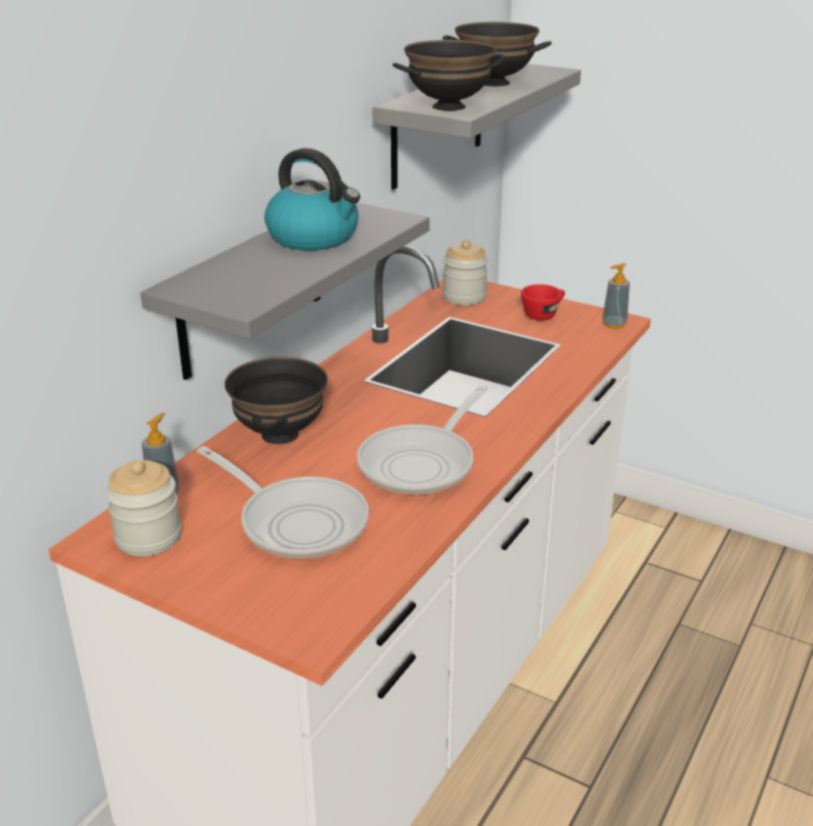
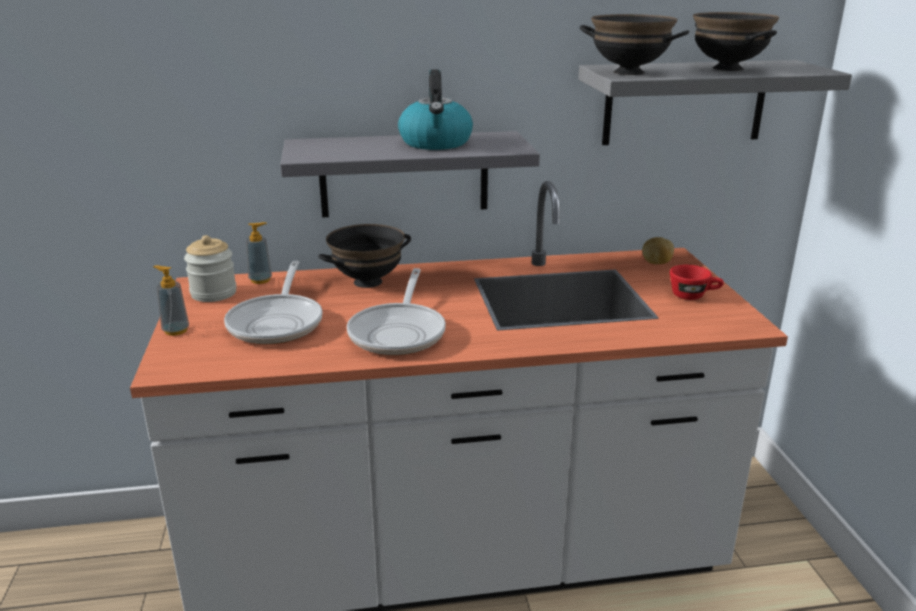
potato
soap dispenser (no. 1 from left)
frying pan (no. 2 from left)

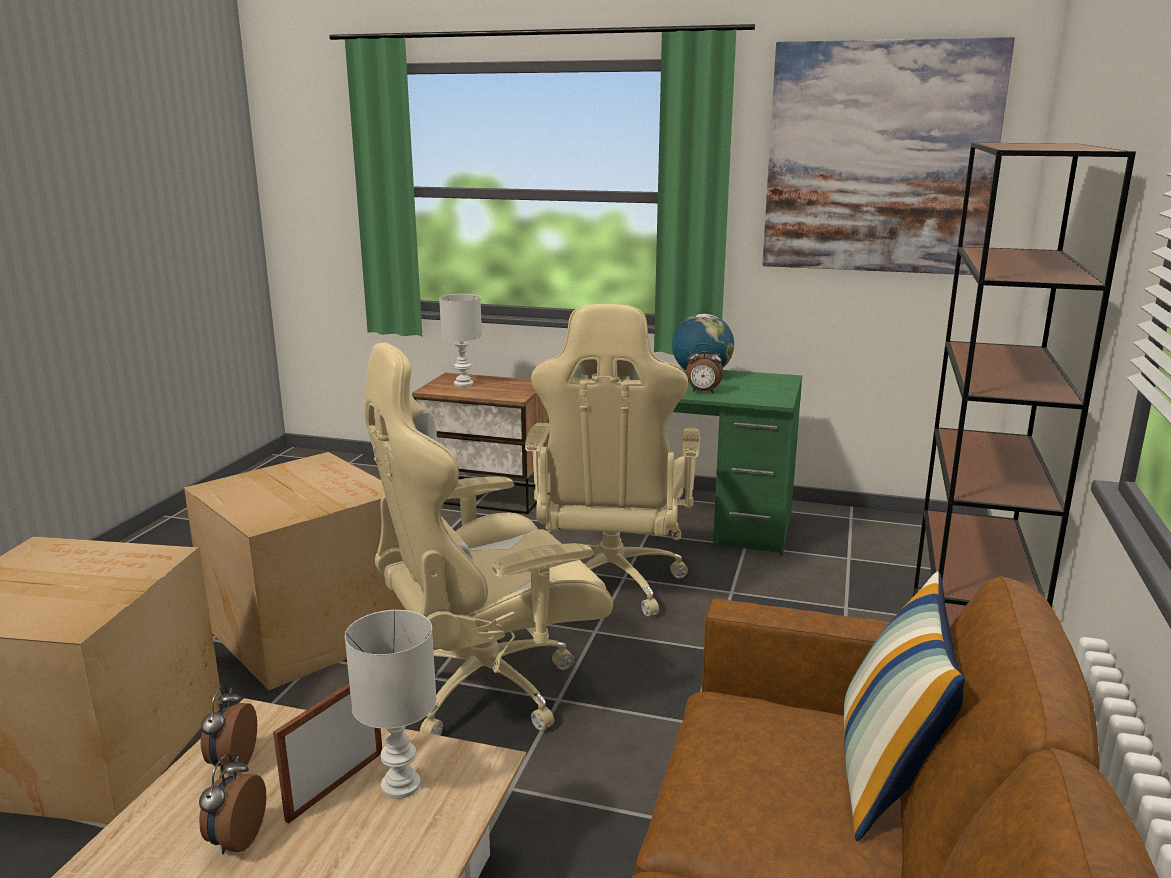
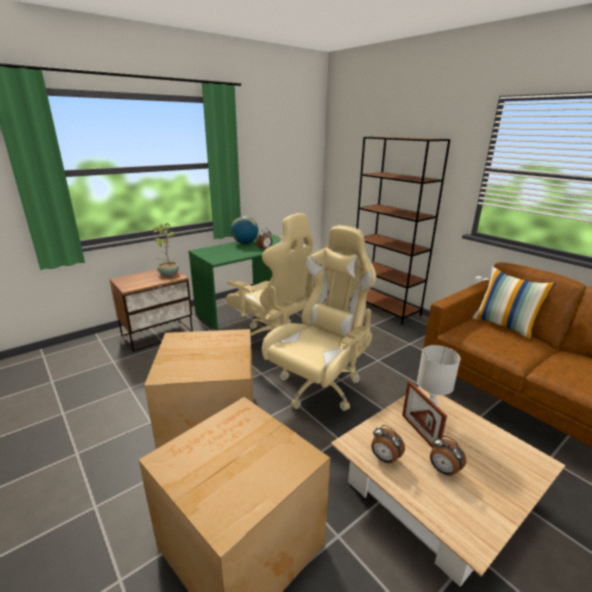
picture
table lamp/white (no. 2 from left in the first image)
office chair/beige (no. 2 from left)
potted plant

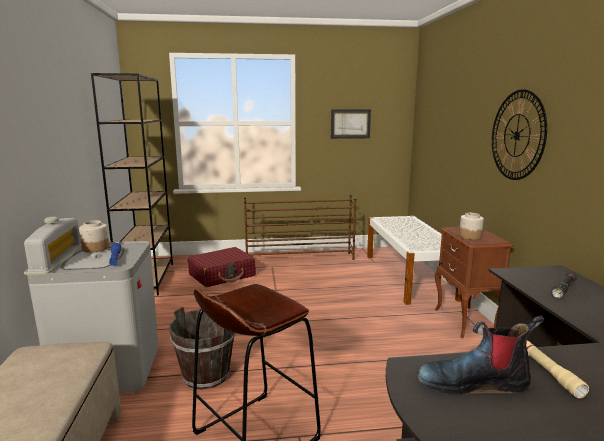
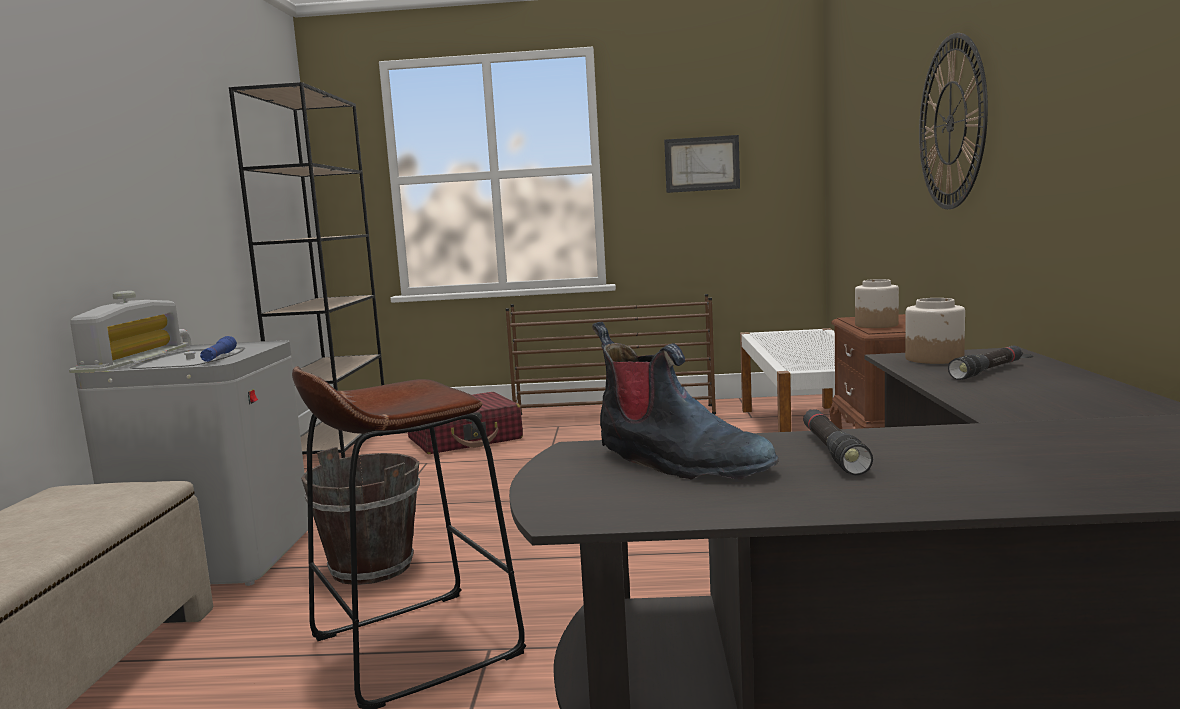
jar (no. 2 from left)
boot
flashlight/black (no. 1 from left)

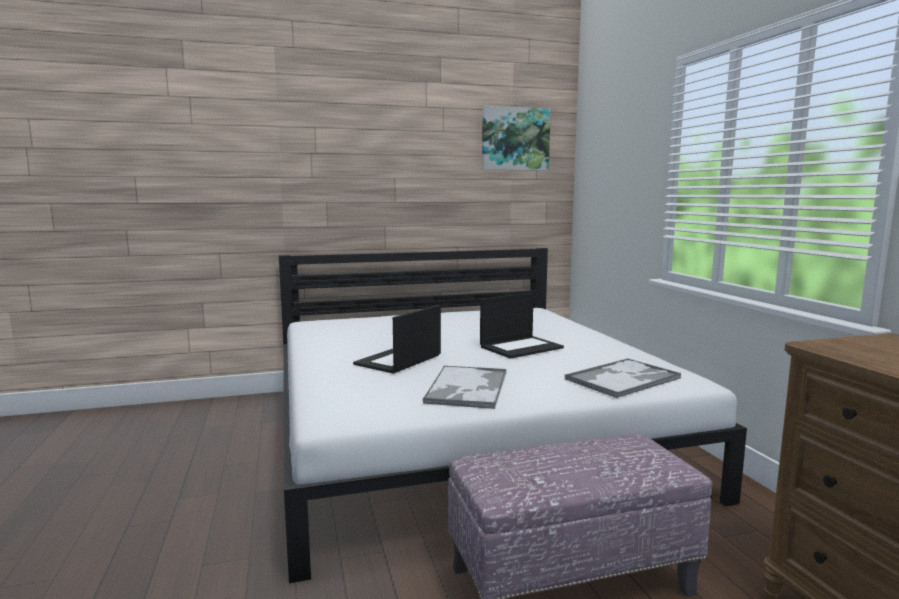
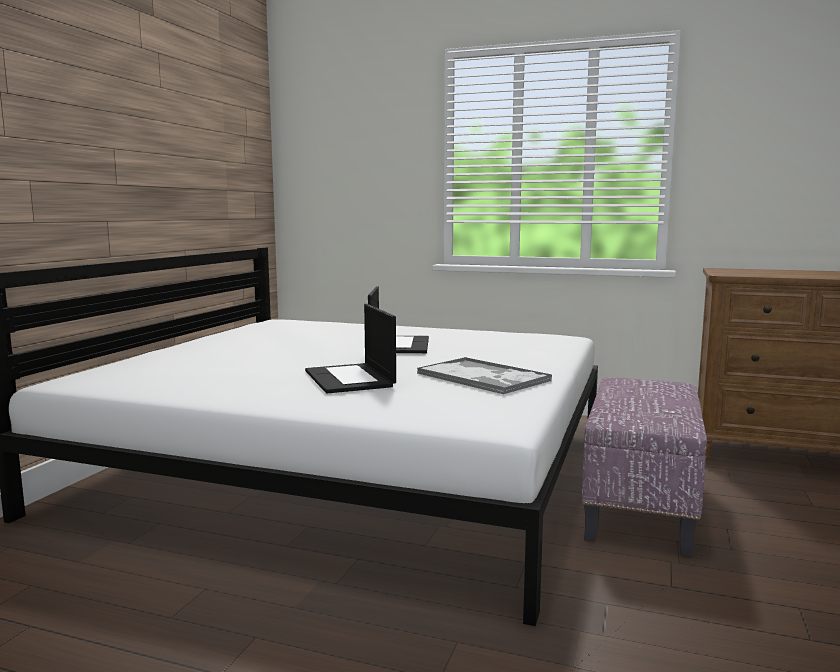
picture
tray (no. 2 from left in the first image)

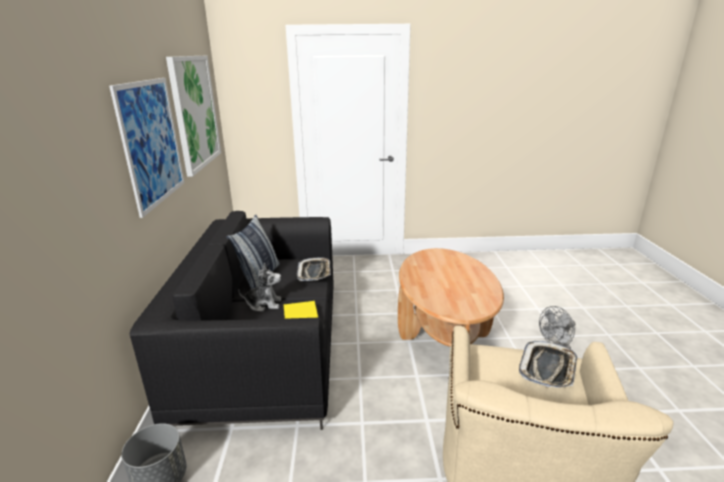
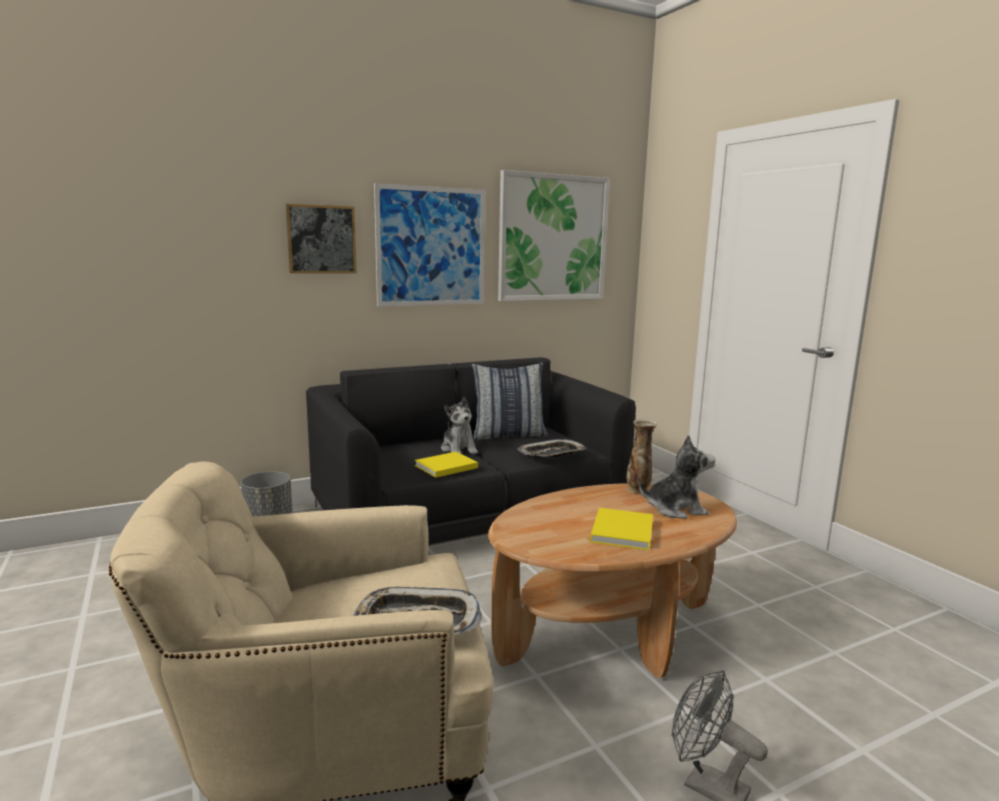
picture (no. 1 from left)
vase
plush toy (no. 2 from left)
book/yellow (no. 2 from left)

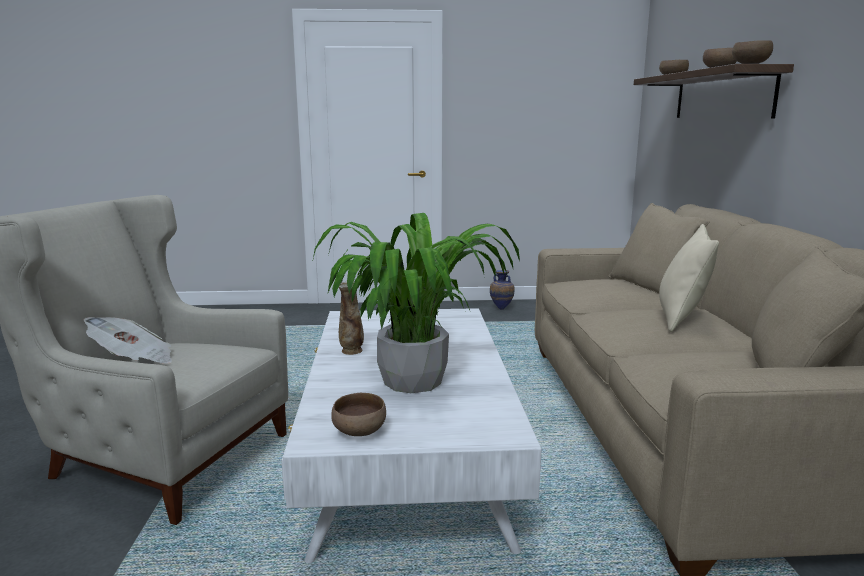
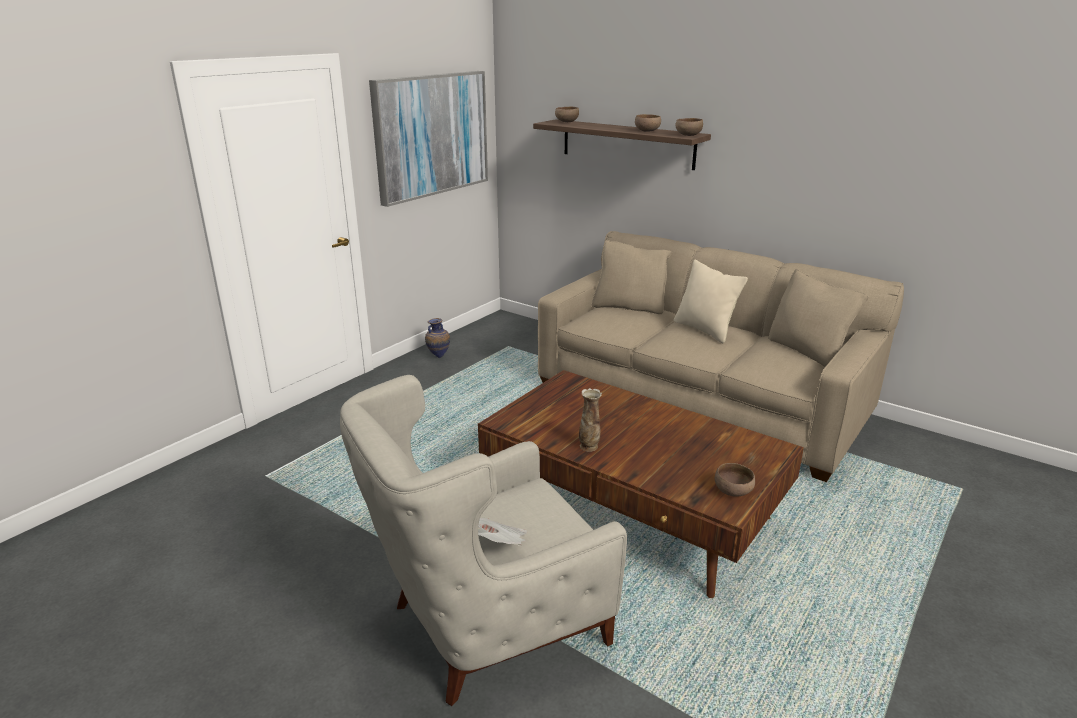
potted plant
coffee table/brown
picture

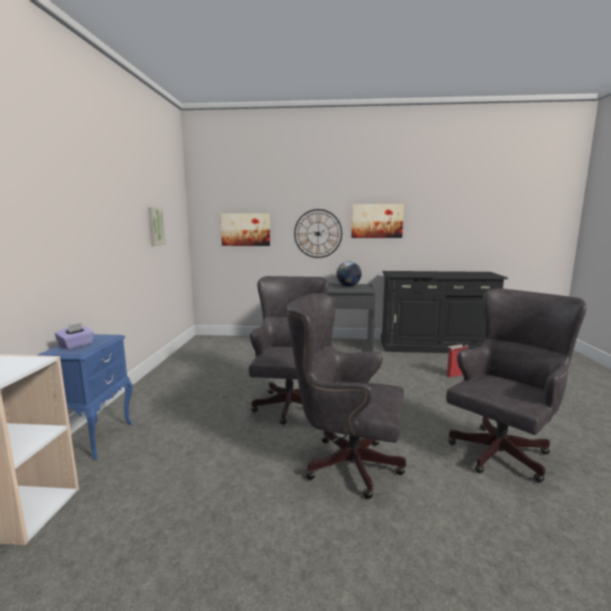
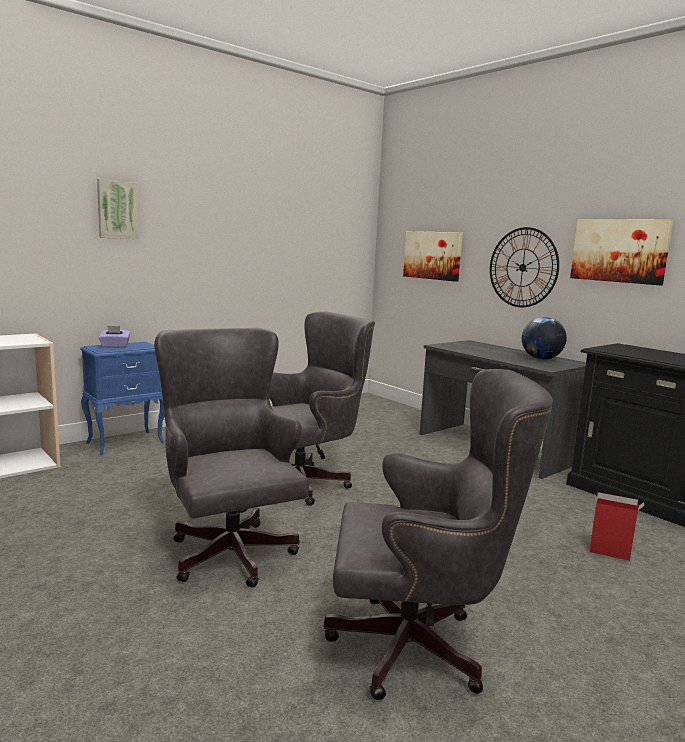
picture (no. 1 from left)

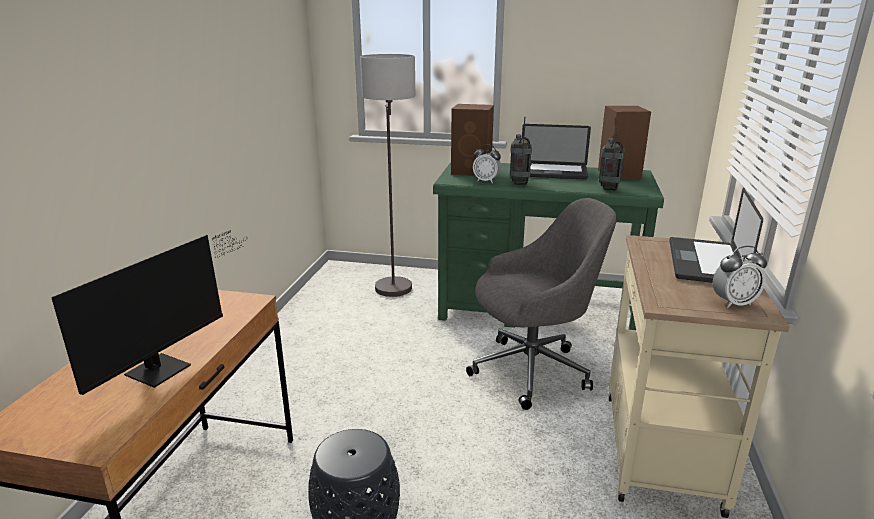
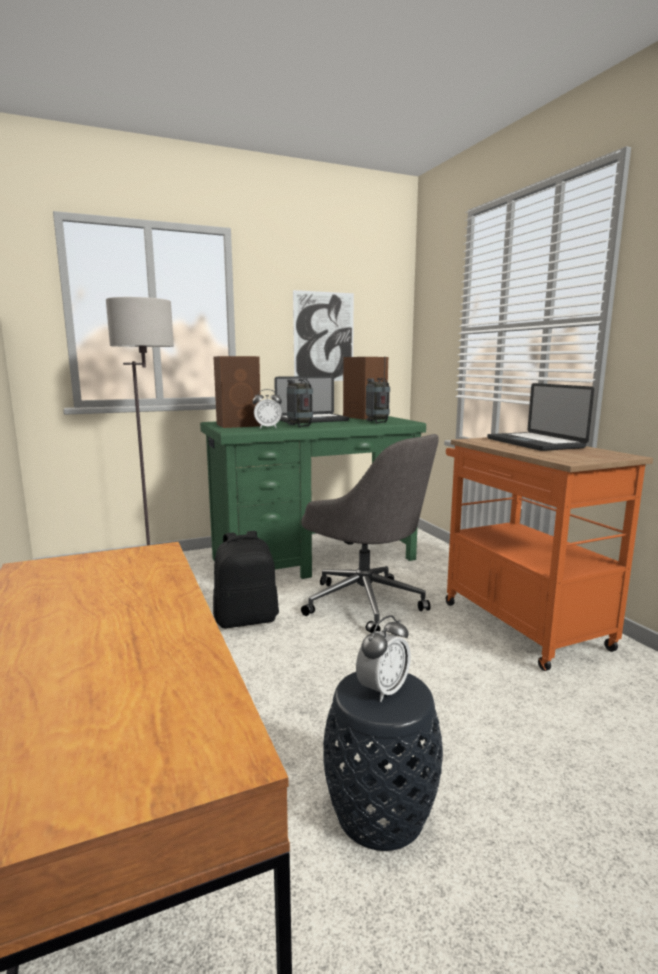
office chair/grey
monitor
cart/orange
alarm clock (no. 2 from left)
picture
backpack/black

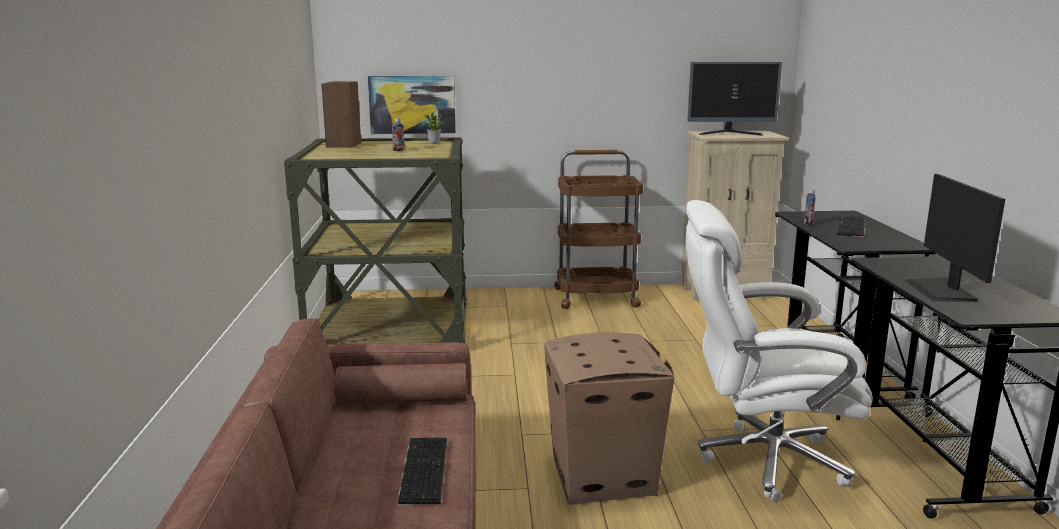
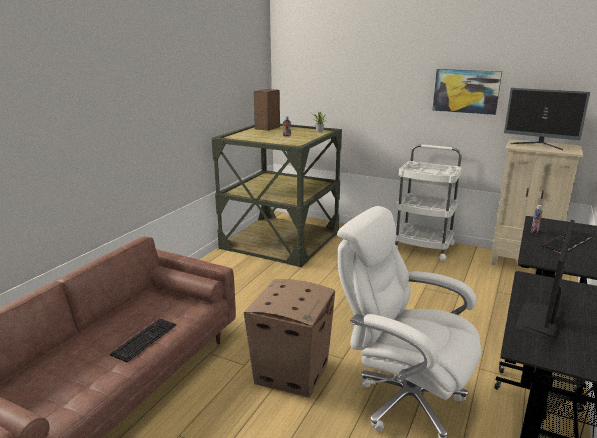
picture
cart/white

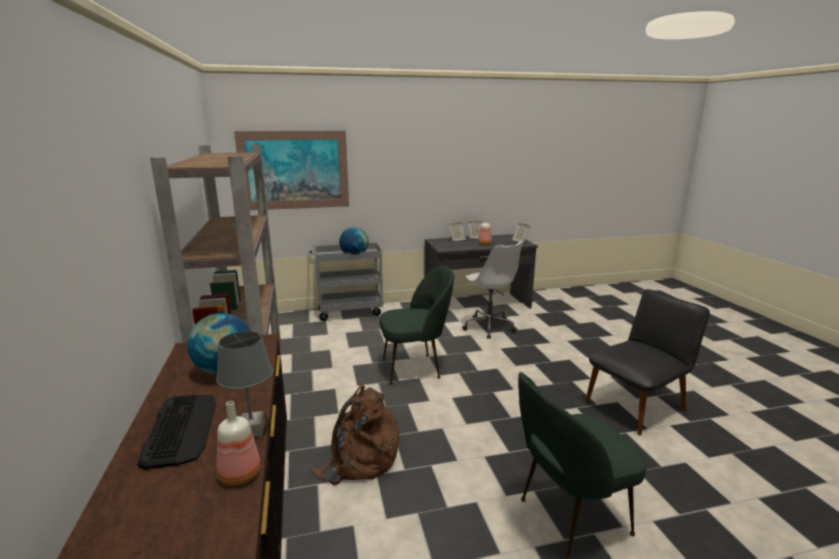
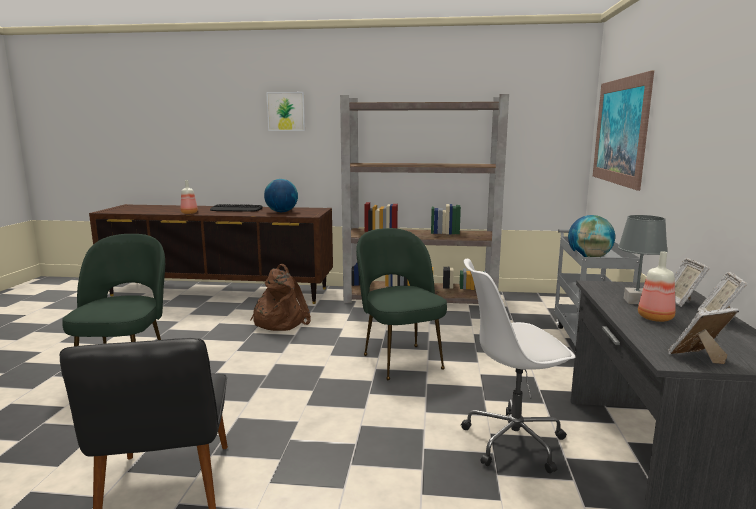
chair/green (no. 2 from left)
table lamp/grey
picture (no. 1 from left)

